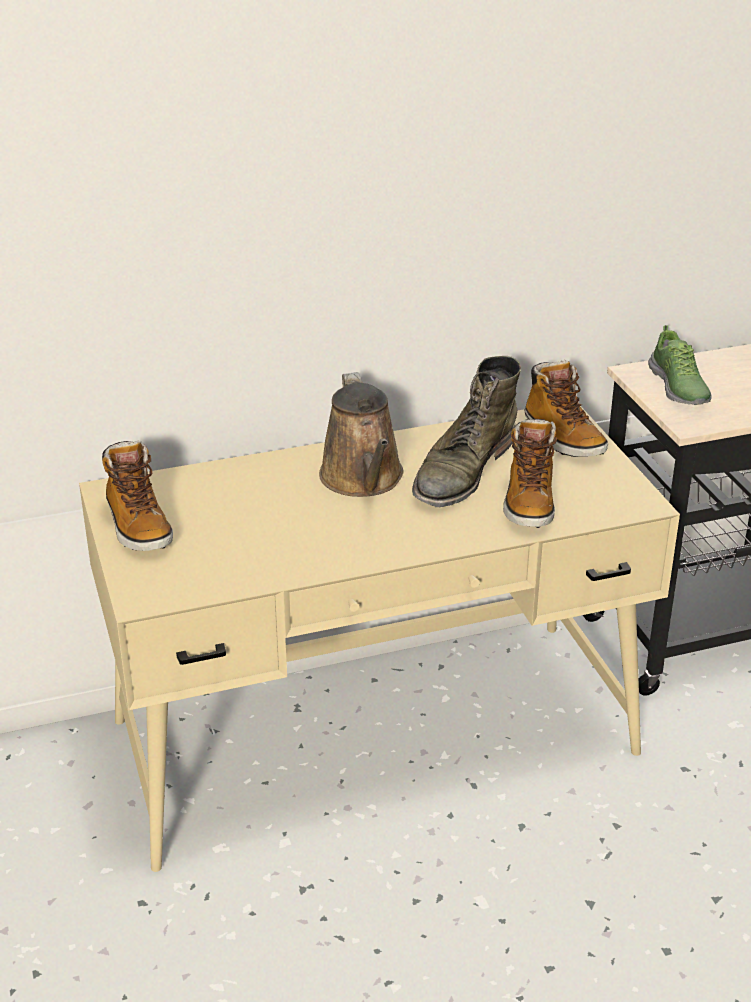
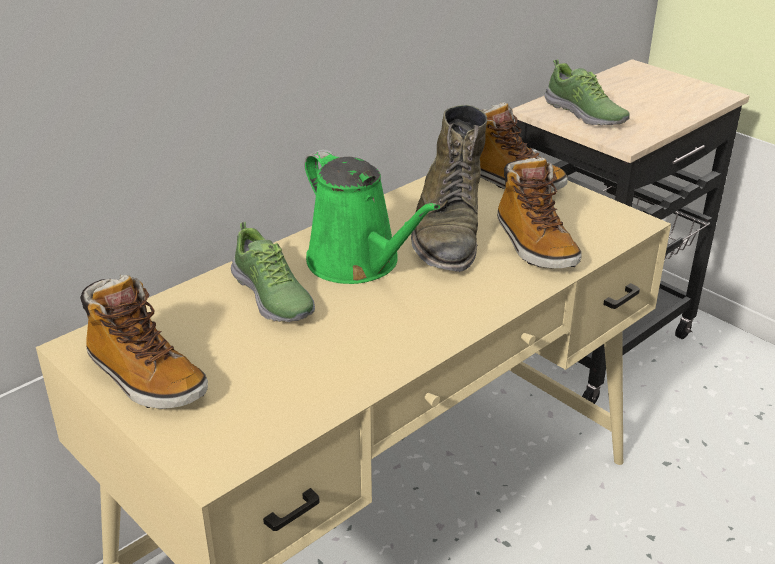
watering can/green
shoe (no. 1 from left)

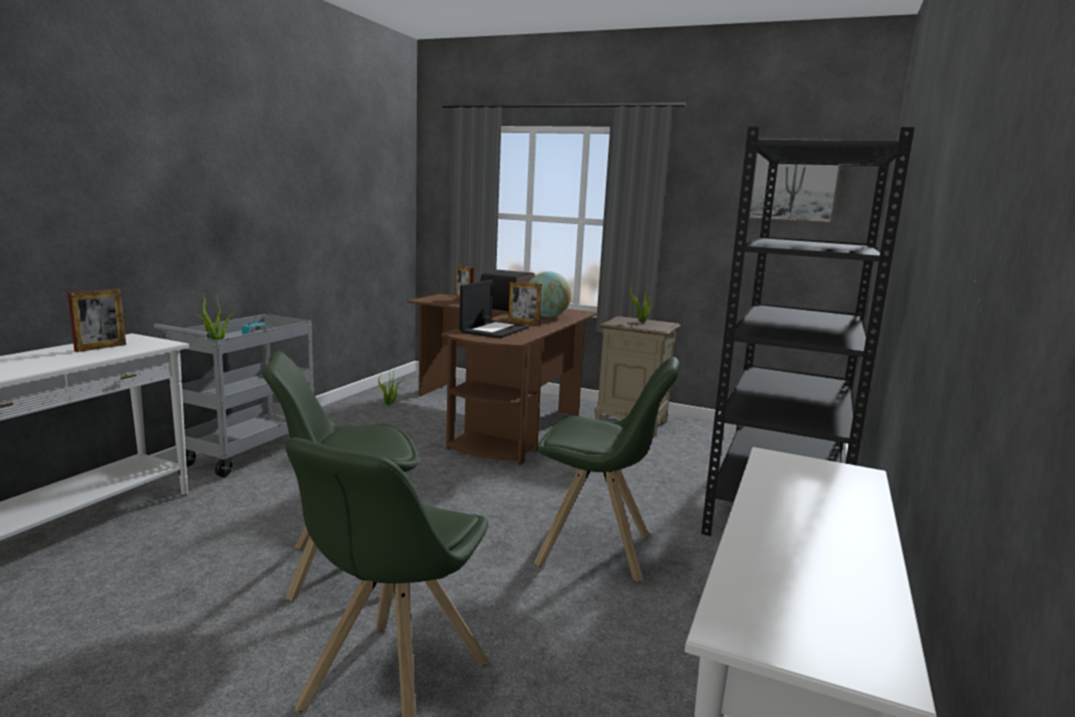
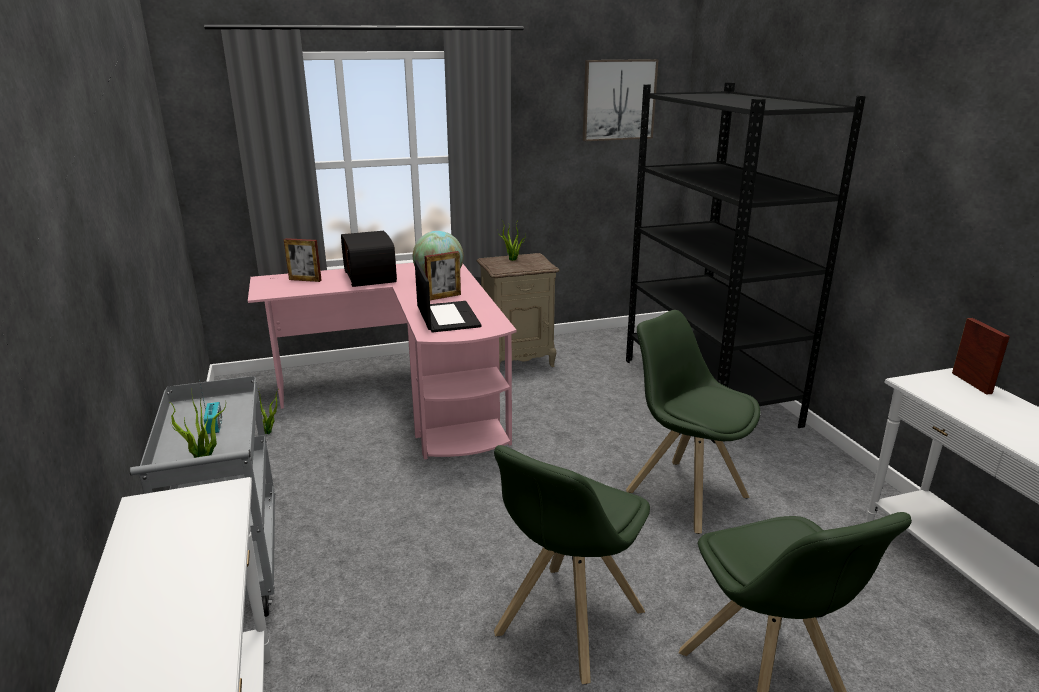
picture frame (no. 3 from left)
desk/pink
chair/green (no. 2 from left)

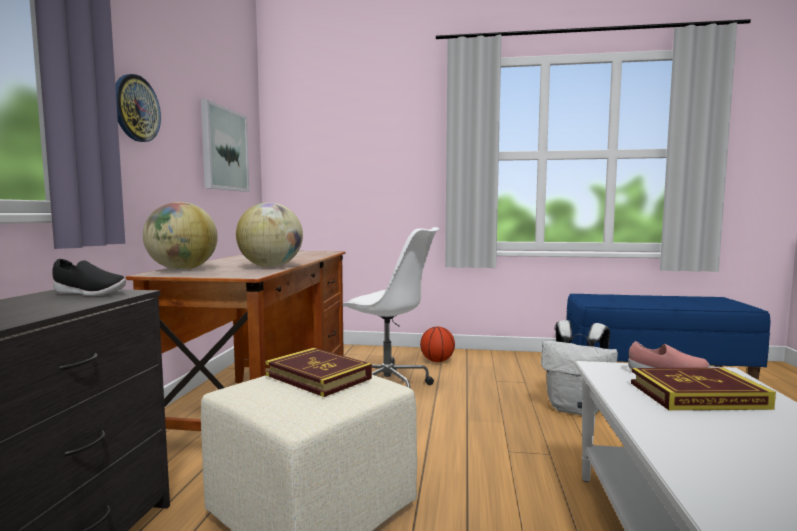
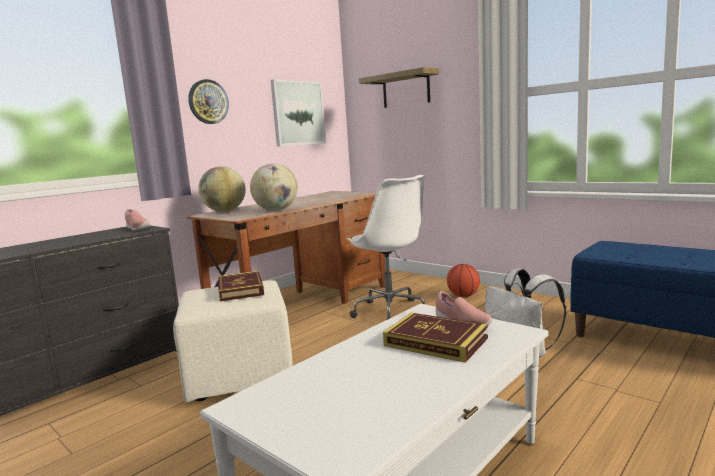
shoe/pink (no. 1 from left)
shelf

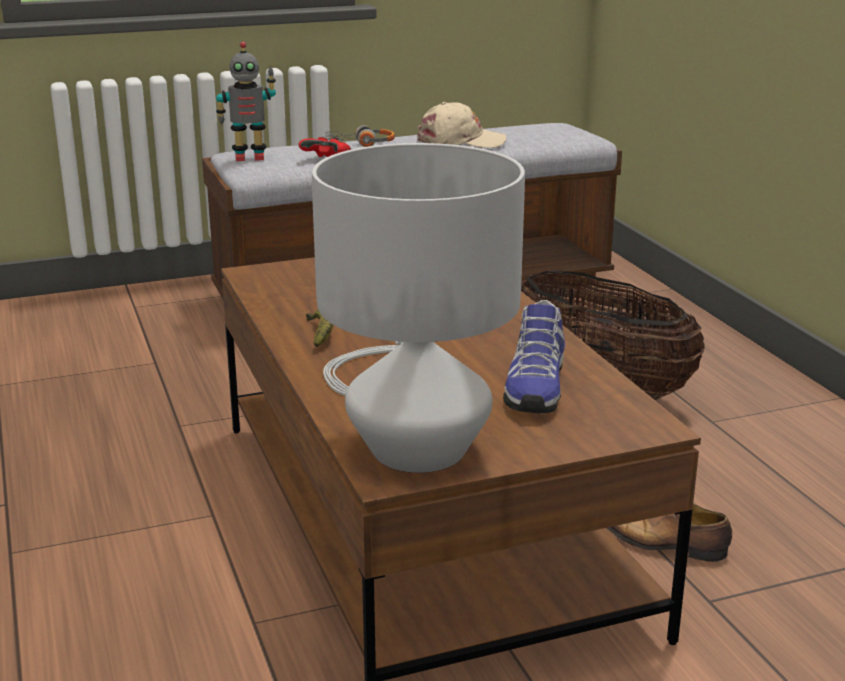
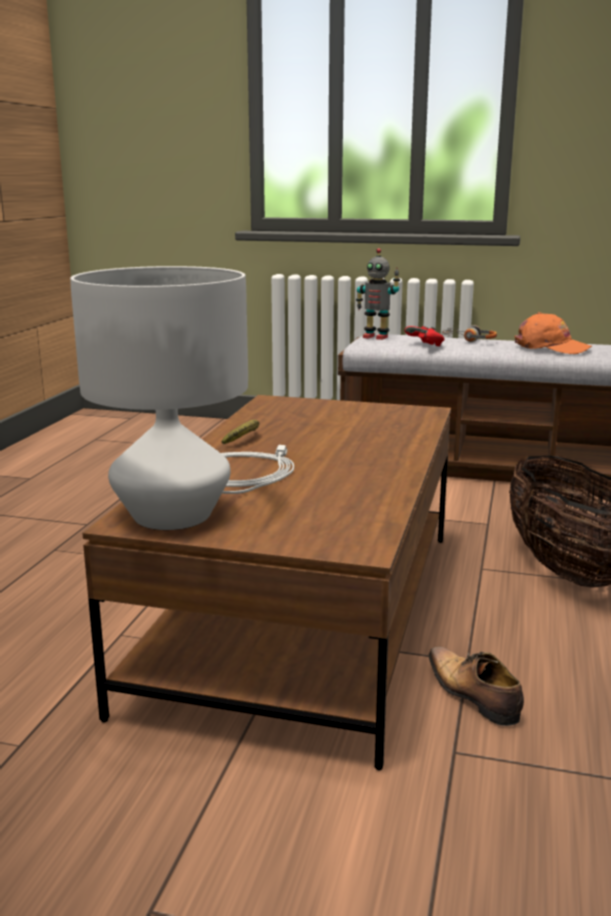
cap/orange
shoe (no. 1 from left in the first image)

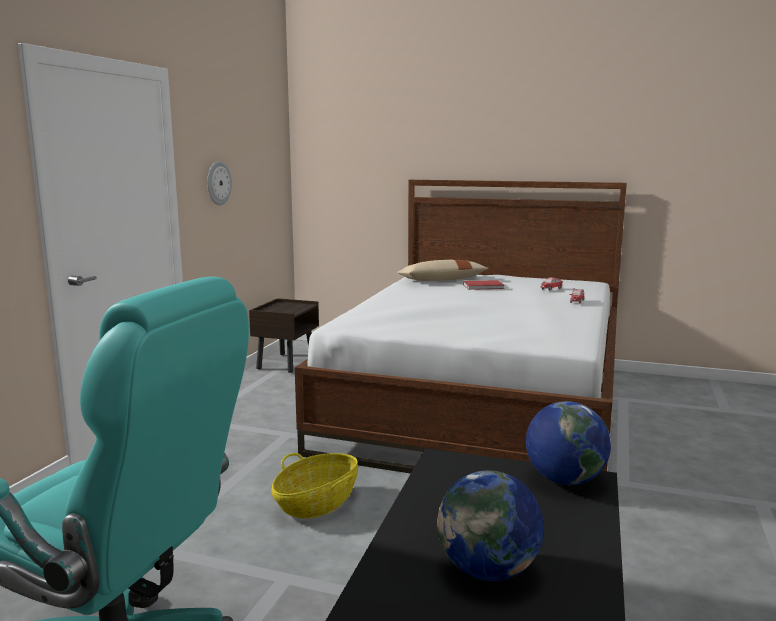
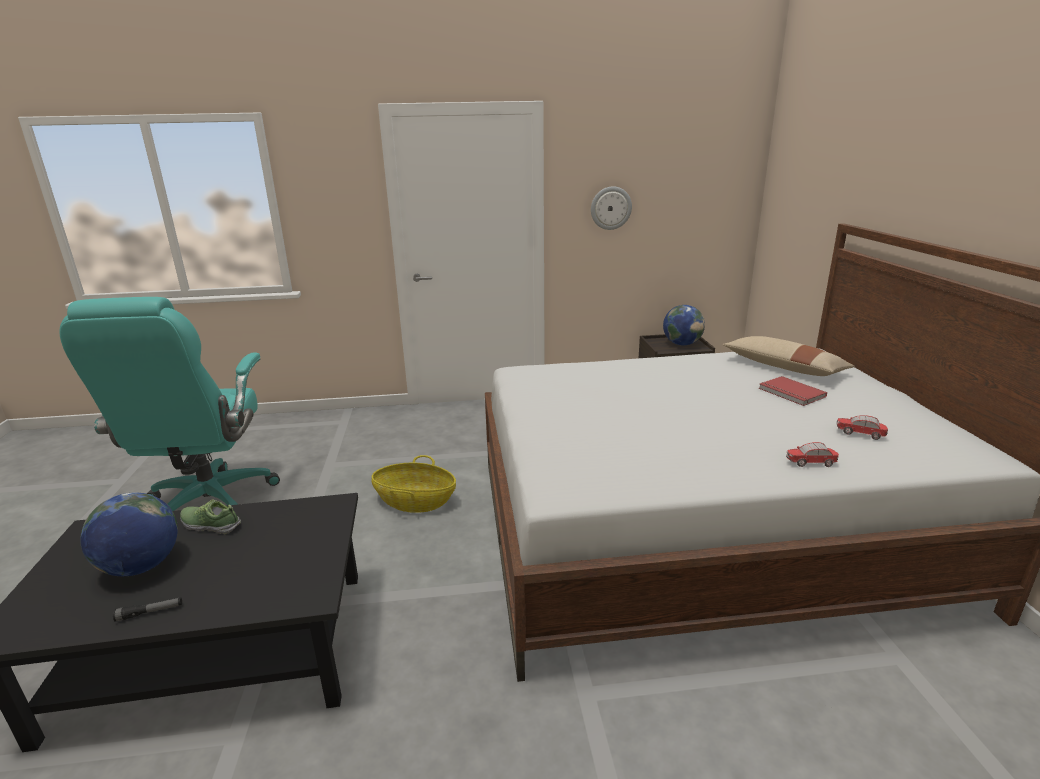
globe (no. 2 from left)
shoe
flashlight

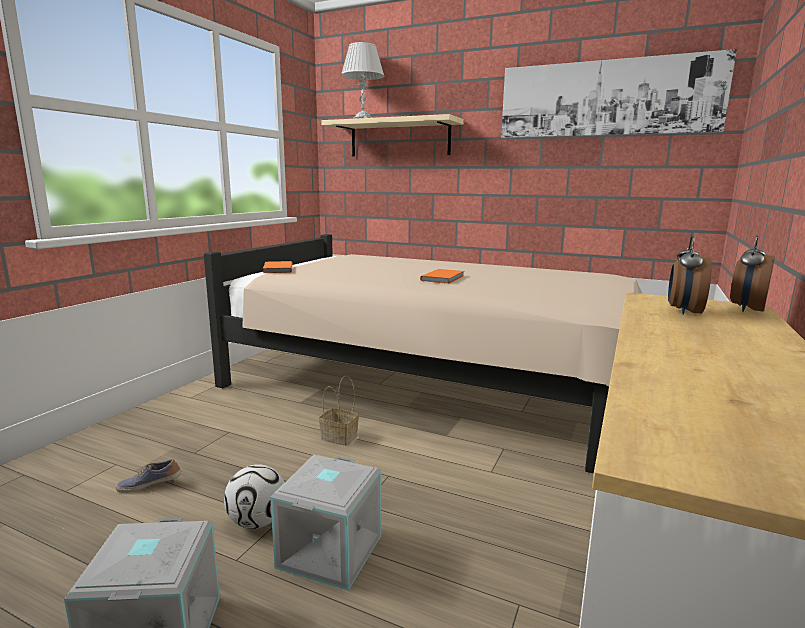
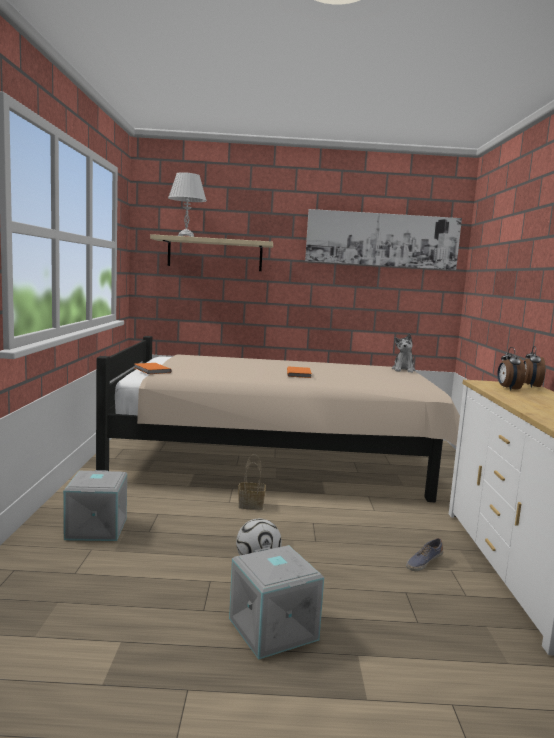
storage box/grey (no. 1 from left)
shoe
plush toy

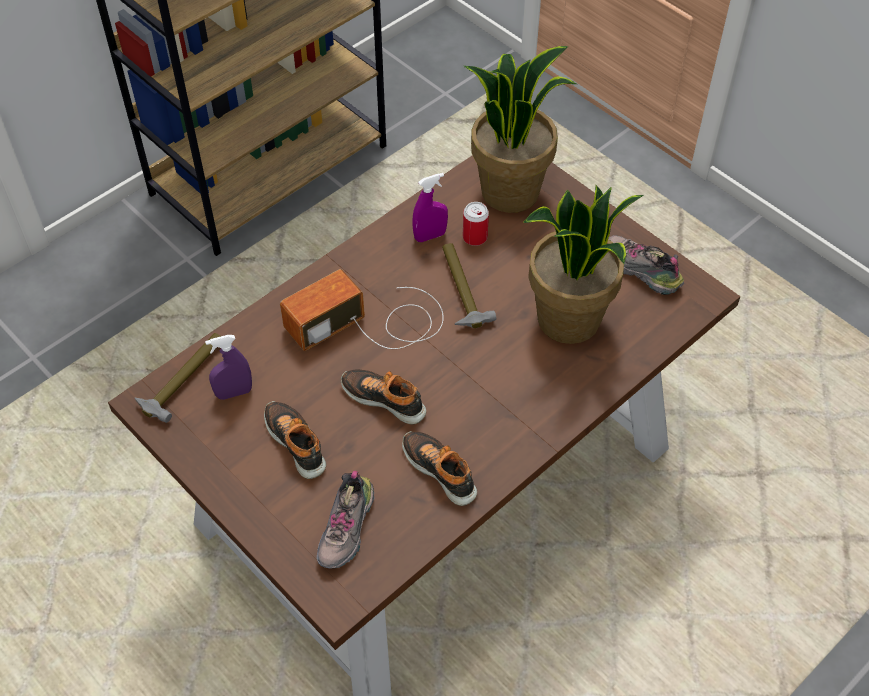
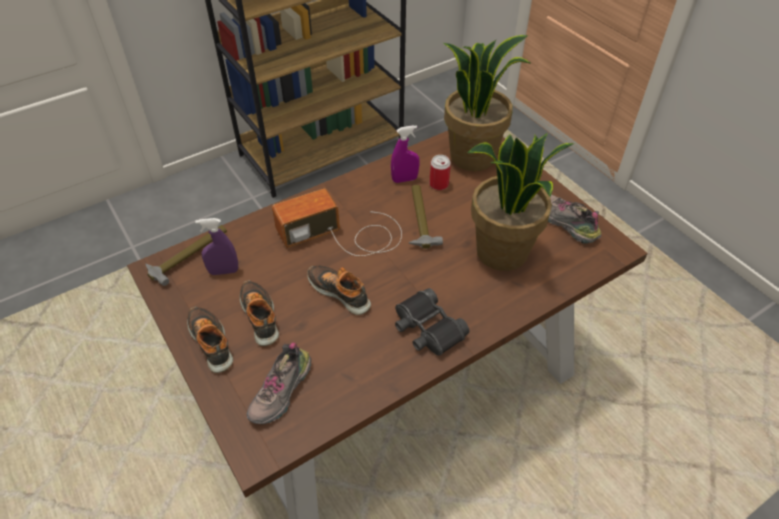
shoe (no. 1 from left)
binoculars/black

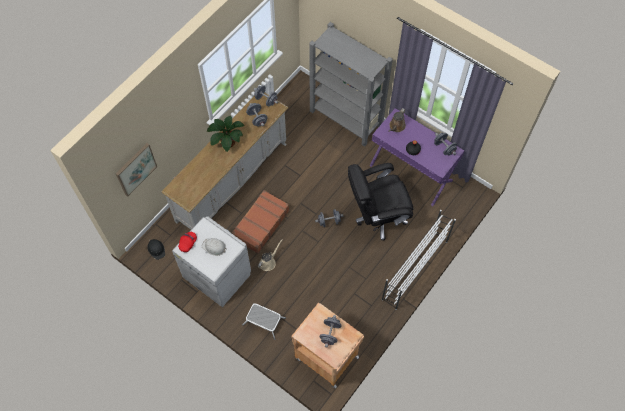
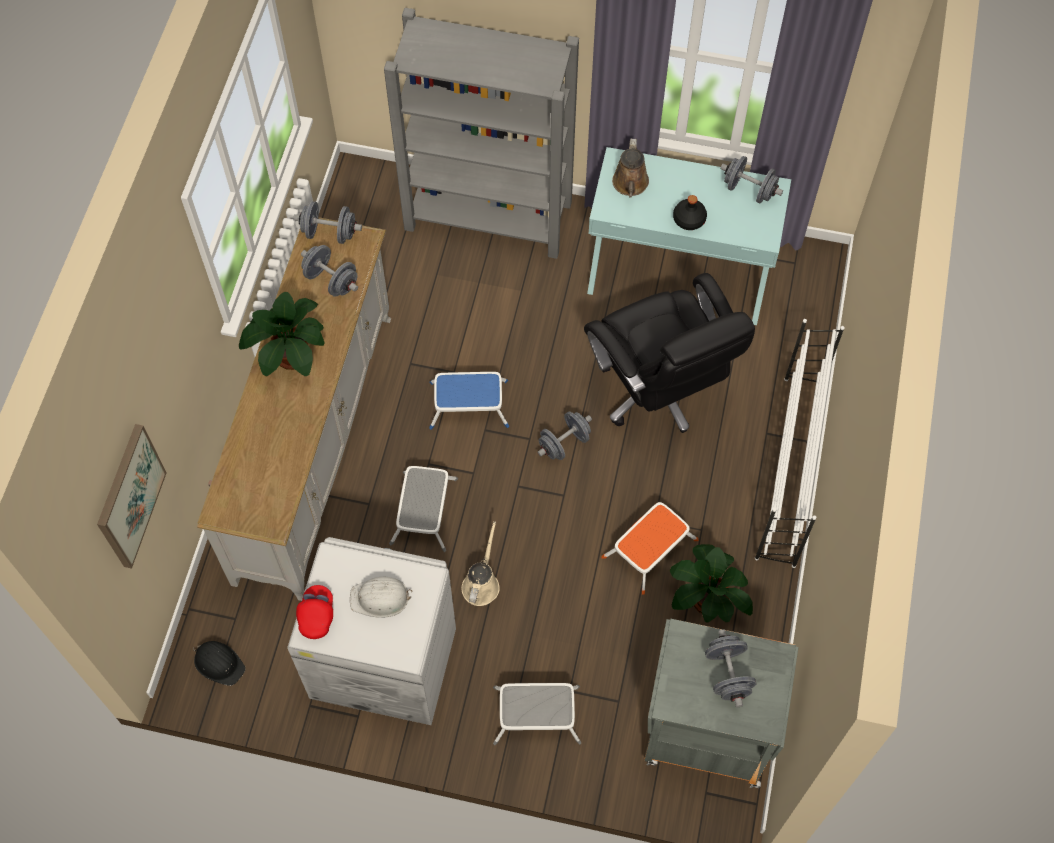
desk/turquoise
office chair/black
step ladder/grey (no. 1 from left)
cart/grey
step ladder/blue
step ladder/orange
potted plant (no. 2 from left)

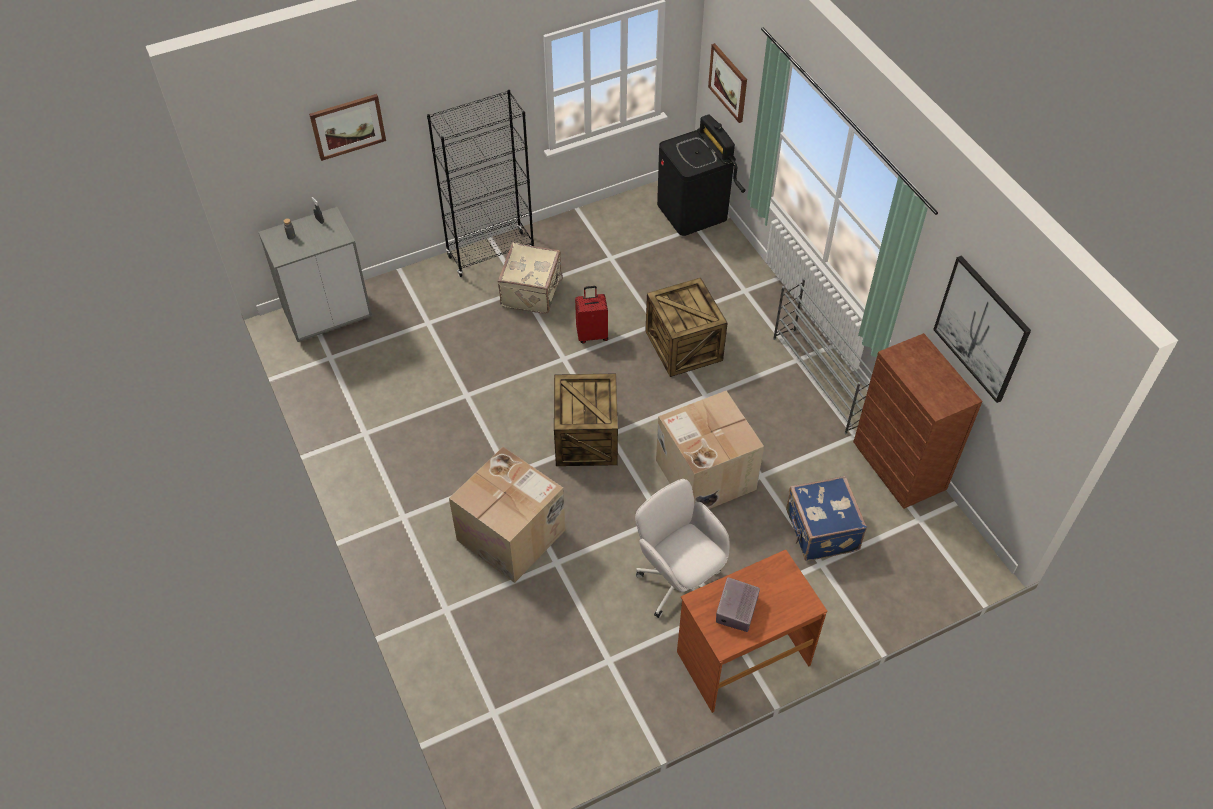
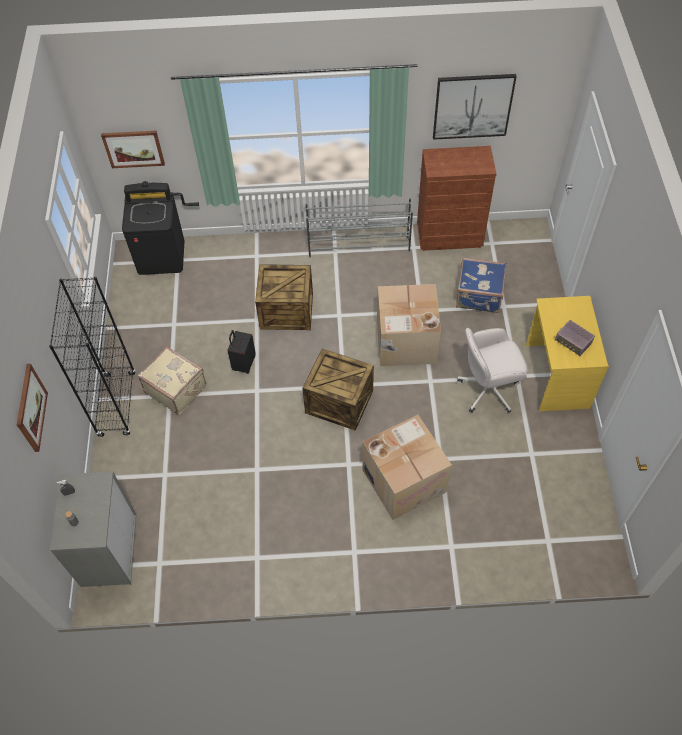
suitcase/black
desk/yellow

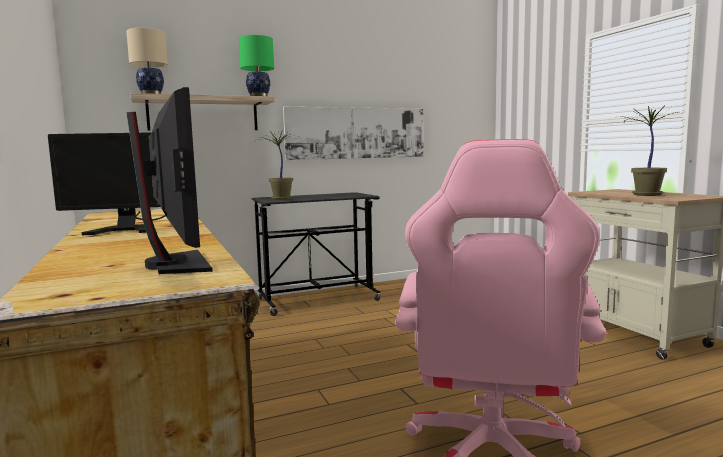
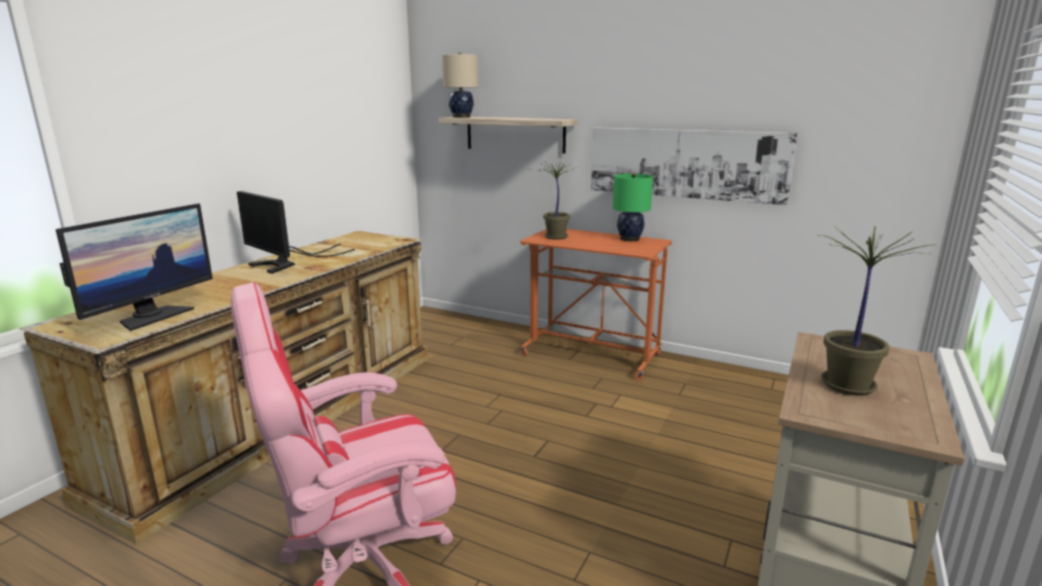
table lamp/green
desk/orange

